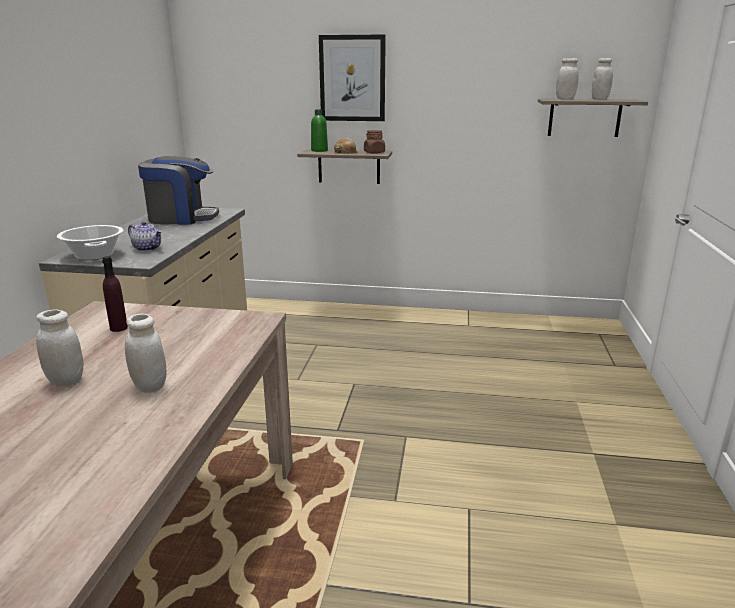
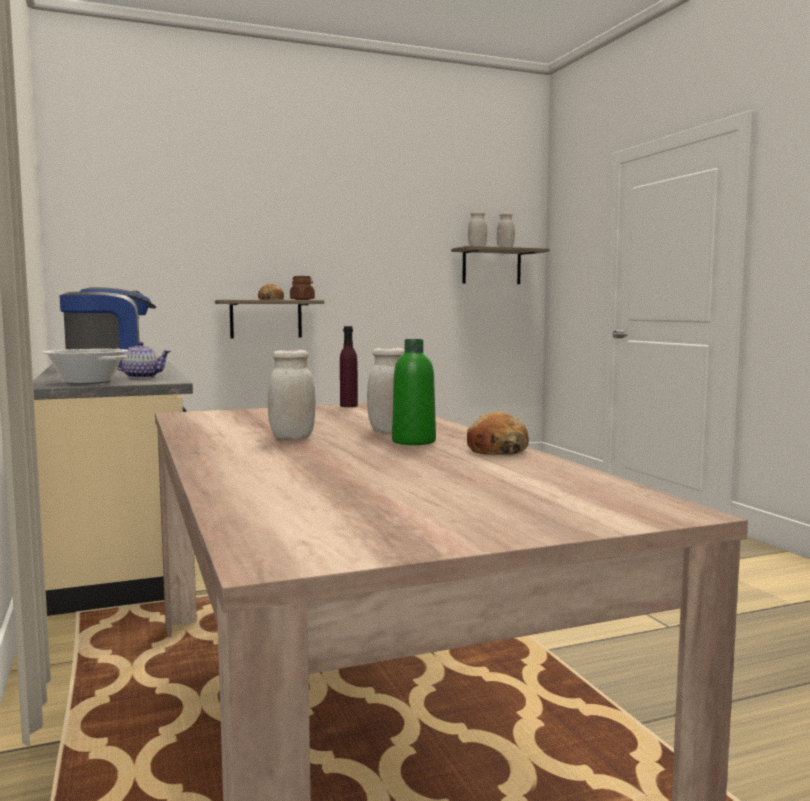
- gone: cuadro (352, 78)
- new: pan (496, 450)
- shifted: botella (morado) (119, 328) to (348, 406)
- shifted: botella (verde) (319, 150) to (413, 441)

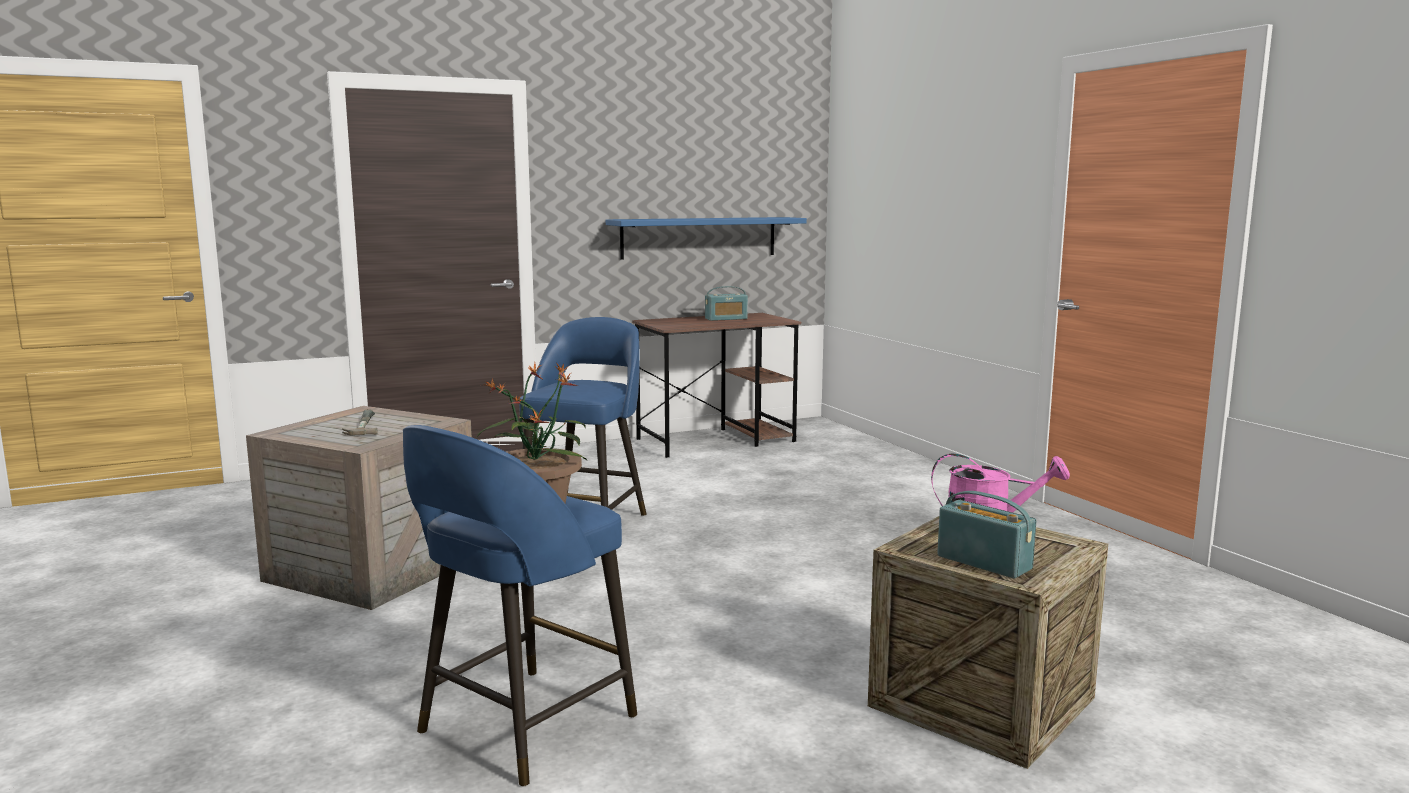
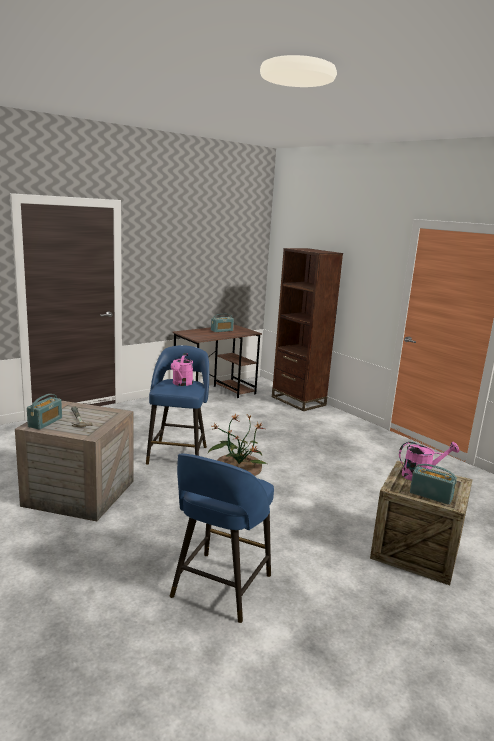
- gone: estante (azul) (699, 237)
- new: radio (45, 422)
- new: regadera (rosa) (181, 384)
- new: estantería (marrón) (298, 401)

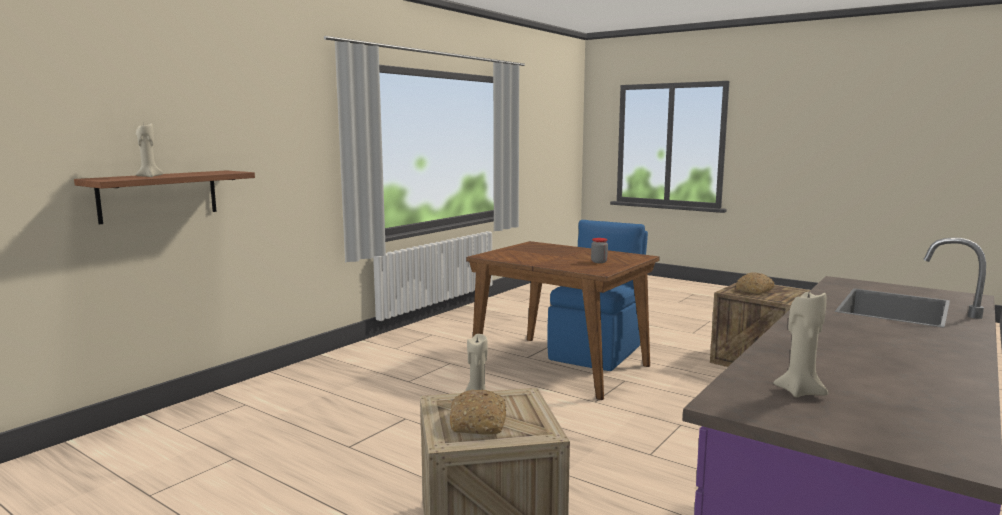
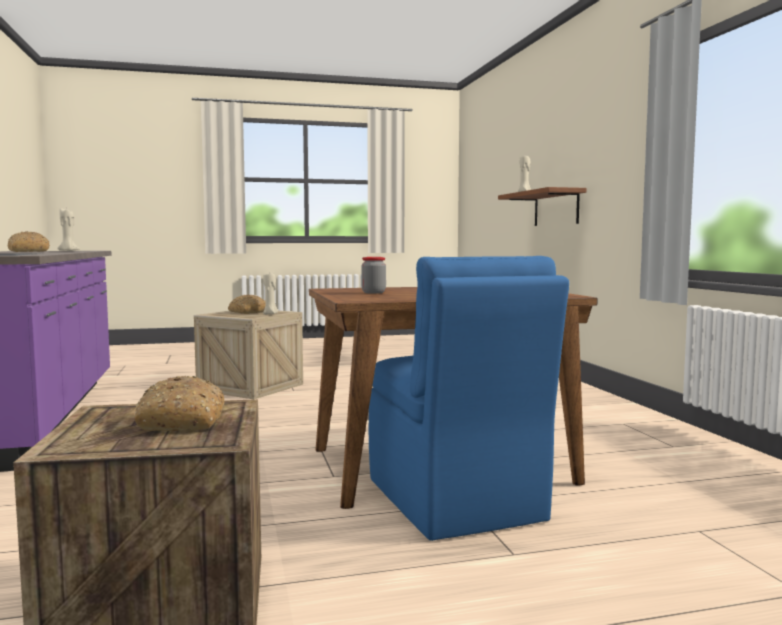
- new: pan (27, 251)

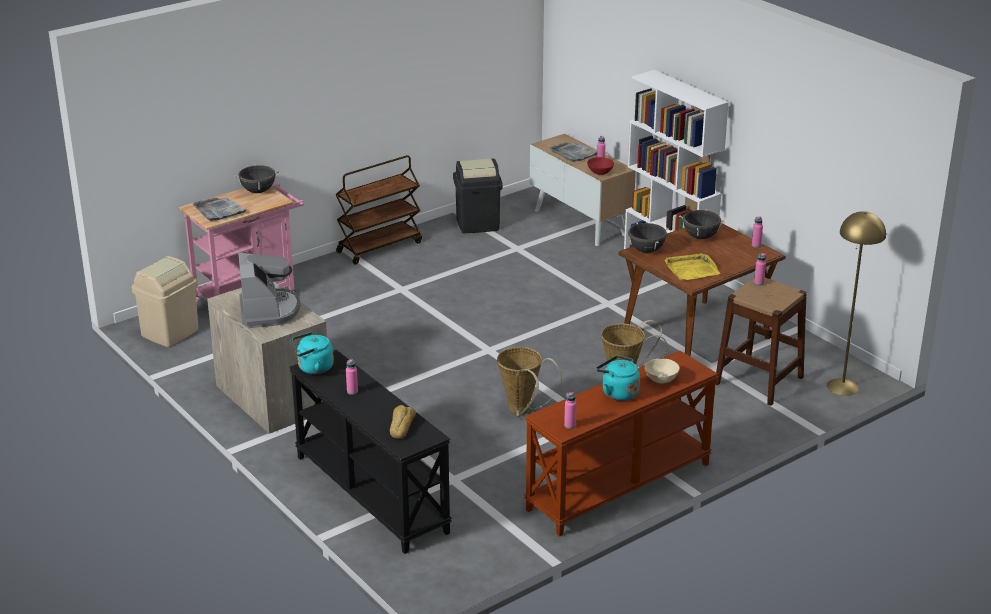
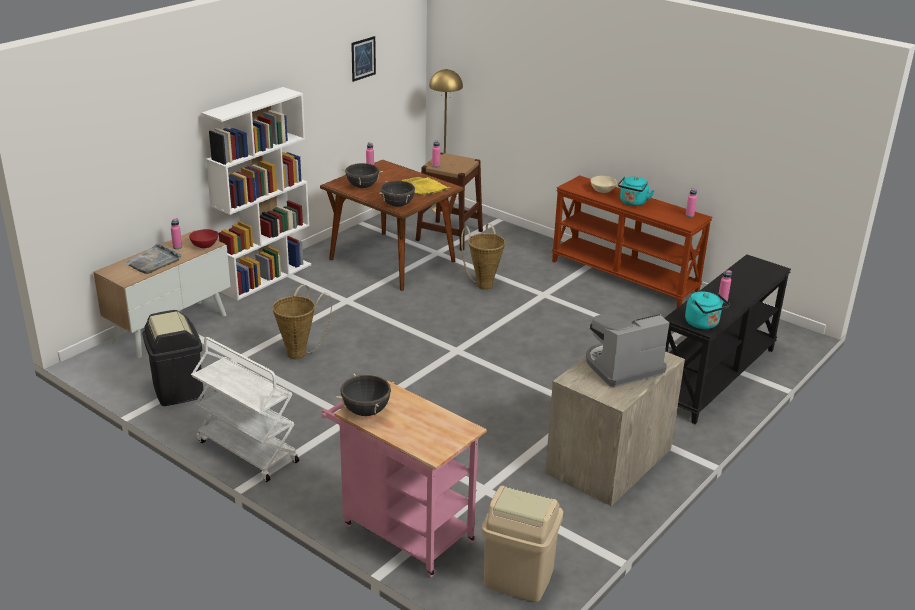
- gone: bandeja (gris) (219, 211)
- gone: pan (401, 426)
- new: cuadro (363, 58)
- shifted: cesta (522, 412) to (300, 352)
- repainted: carrito (marrón) (379, 247) to carrito (blanco) (246, 451)

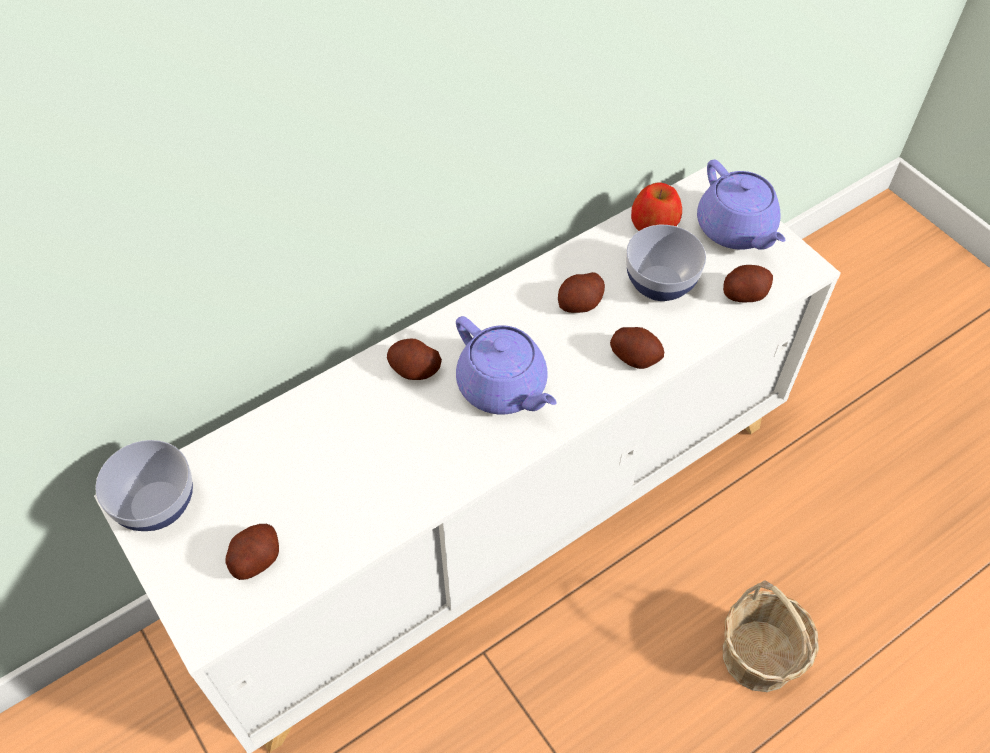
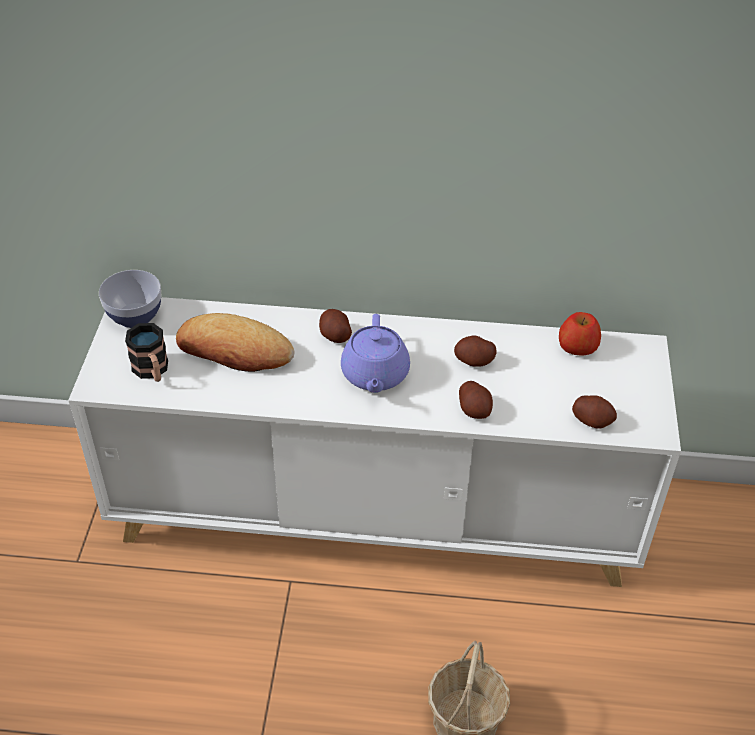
- gone: cuenco (659, 284)
- gone: tetera (morado) (736, 230)
- new: pan (234, 351)
- swapped: patata (255, 559) to taza grande (152, 371)

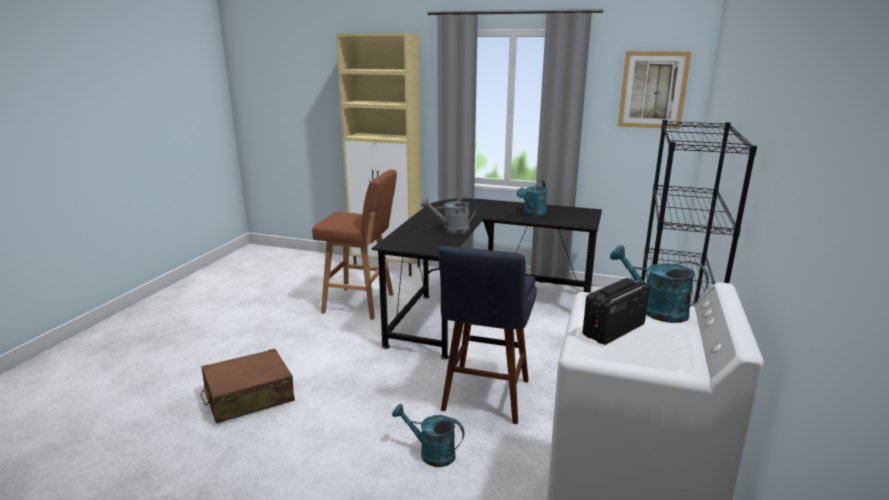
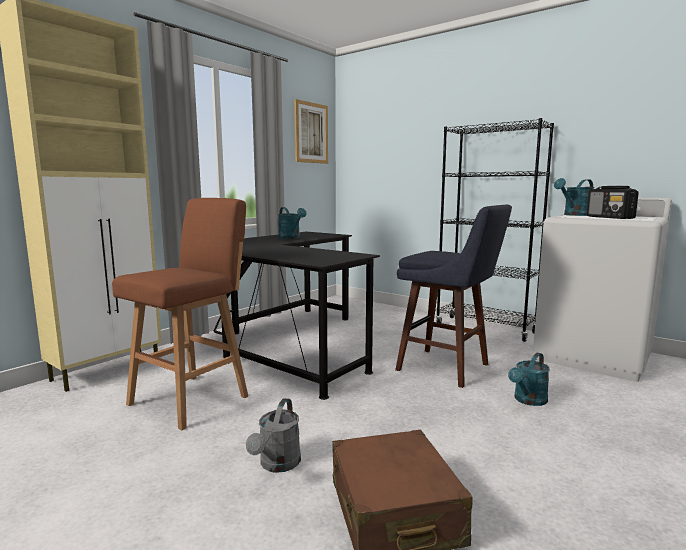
- shifted: regadera (gris) (451, 230) to (277, 465)

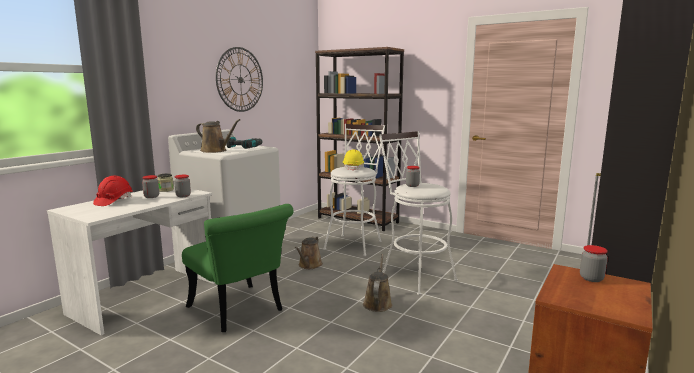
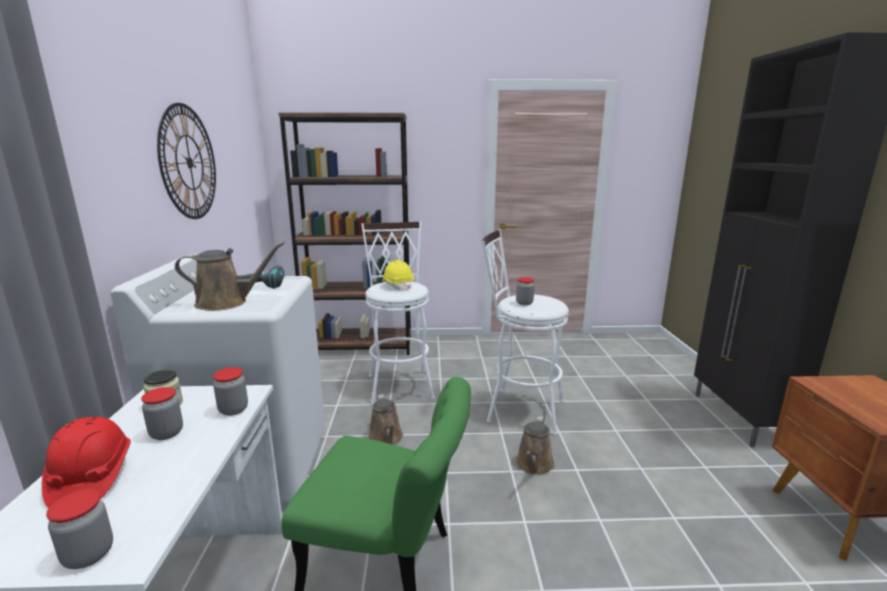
- shifted: tarro (591, 278) to (88, 555)
- rotated: regadera (marrón) (377, 303) = (534, 465) 135 degrees counterclockwise

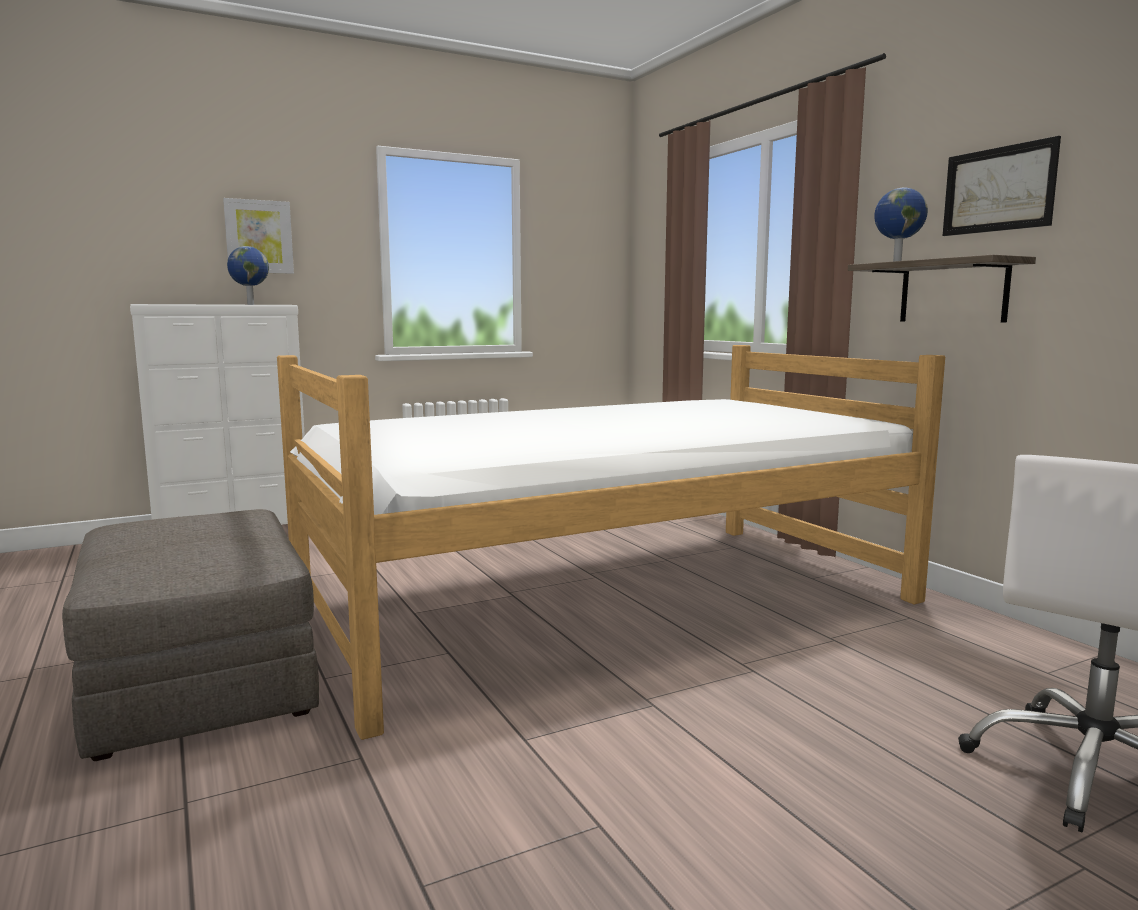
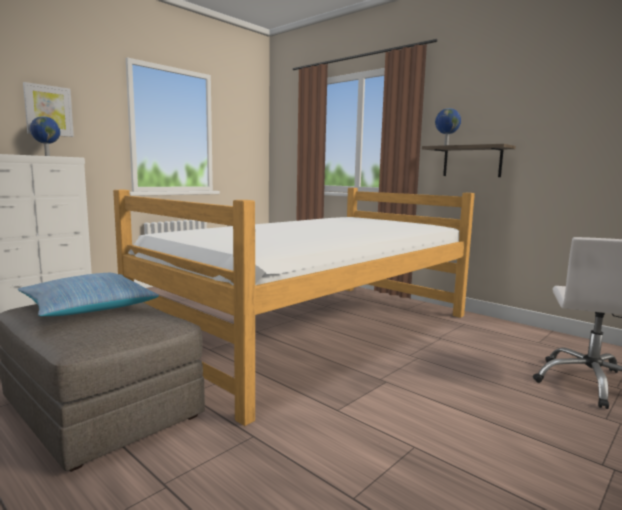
- gone: cuadro (998, 189)
- new: cojín (88, 307)

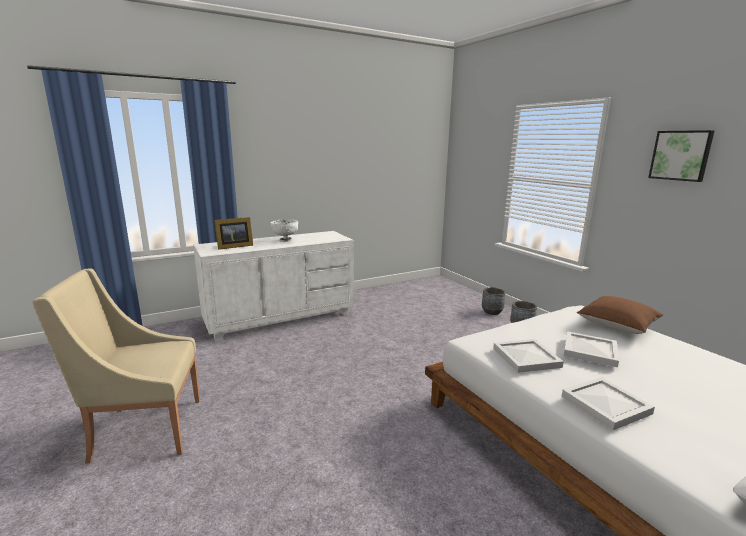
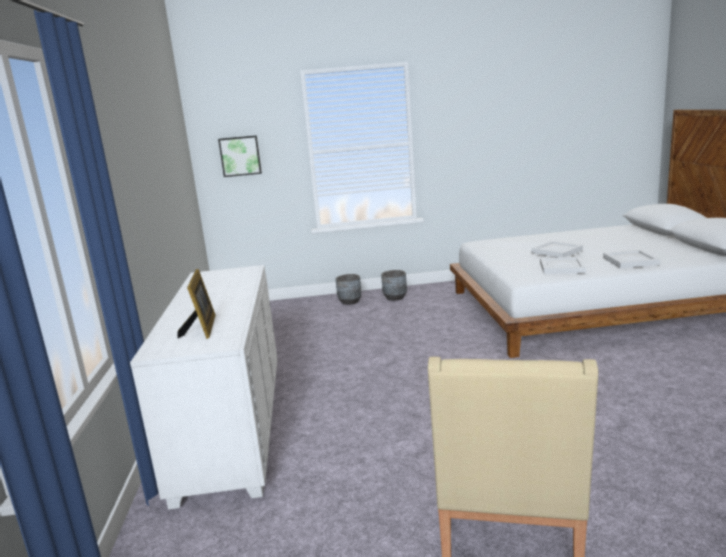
- gone: cuenco (blanco) (285, 240)
- gone: cojín (marrón) (617, 326)
- shifted: cuadro (681, 155) to (240, 156)

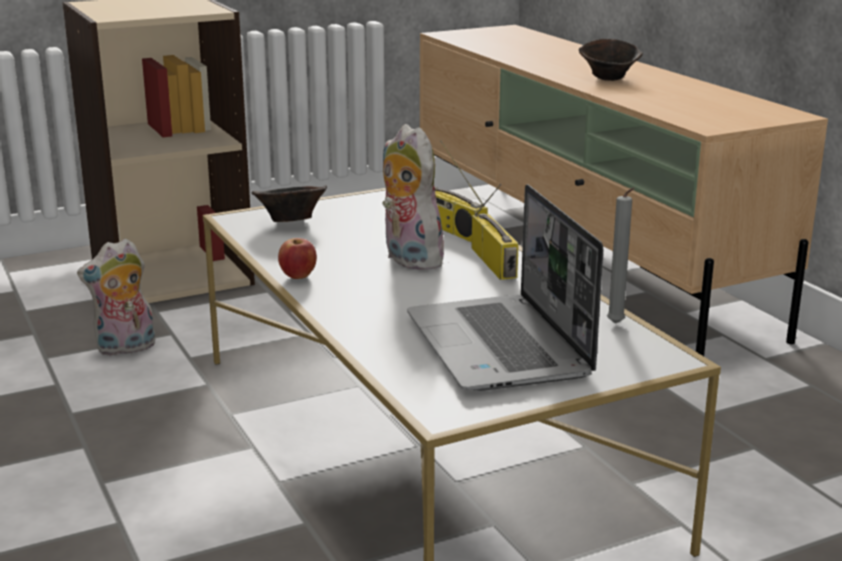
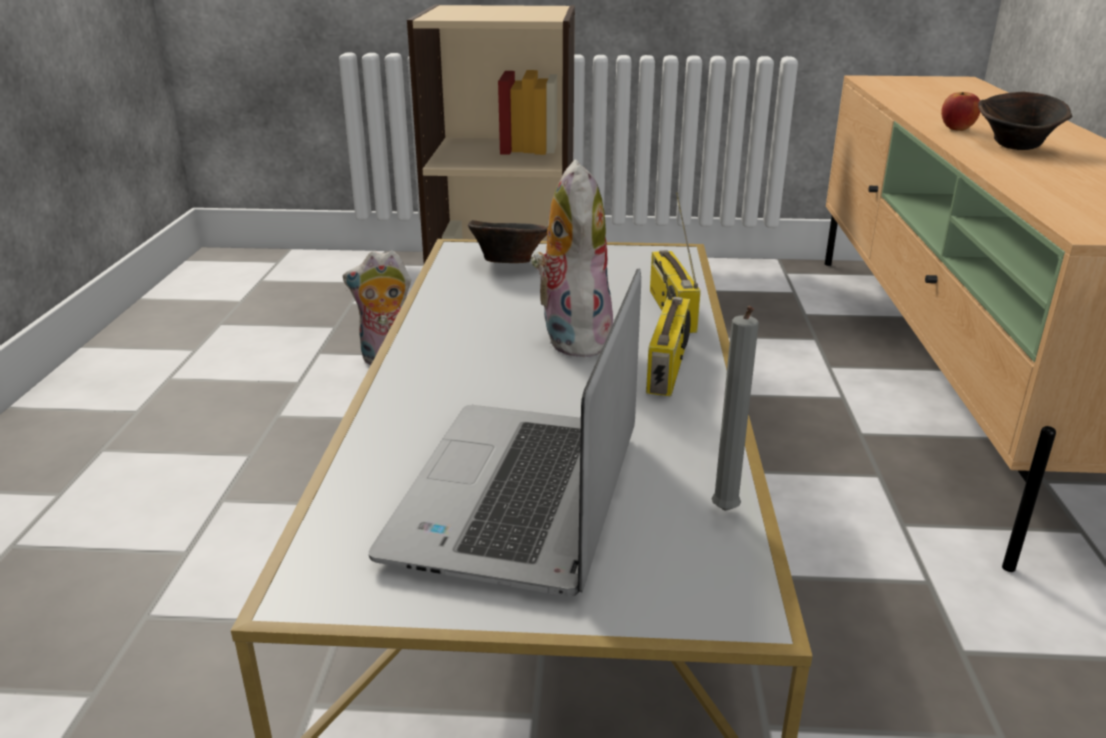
- shifted: manzana (298, 276) to (957, 129)

